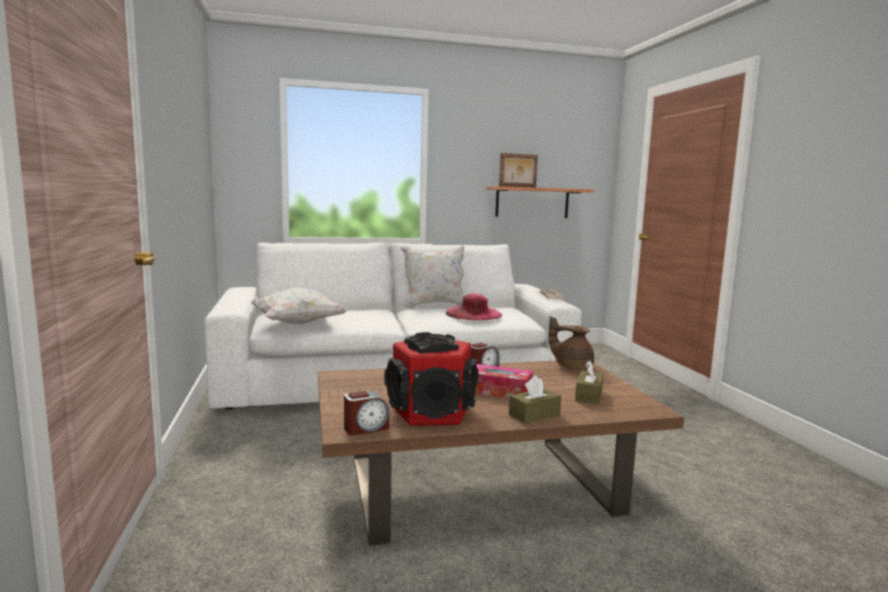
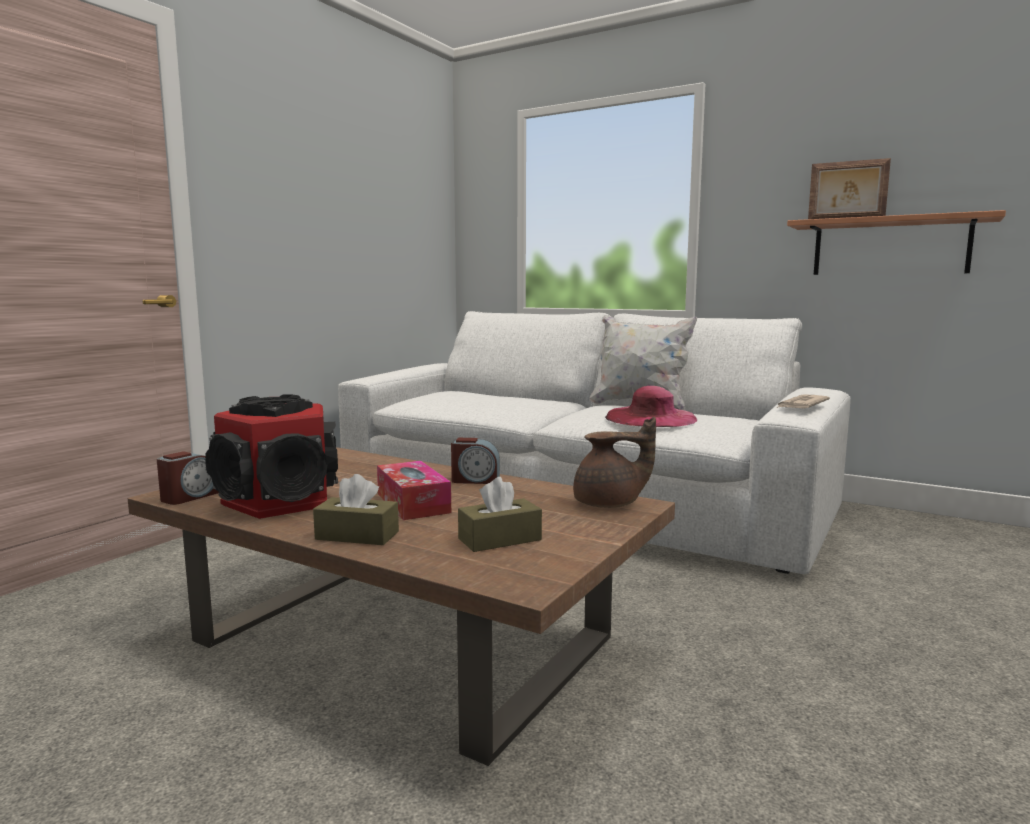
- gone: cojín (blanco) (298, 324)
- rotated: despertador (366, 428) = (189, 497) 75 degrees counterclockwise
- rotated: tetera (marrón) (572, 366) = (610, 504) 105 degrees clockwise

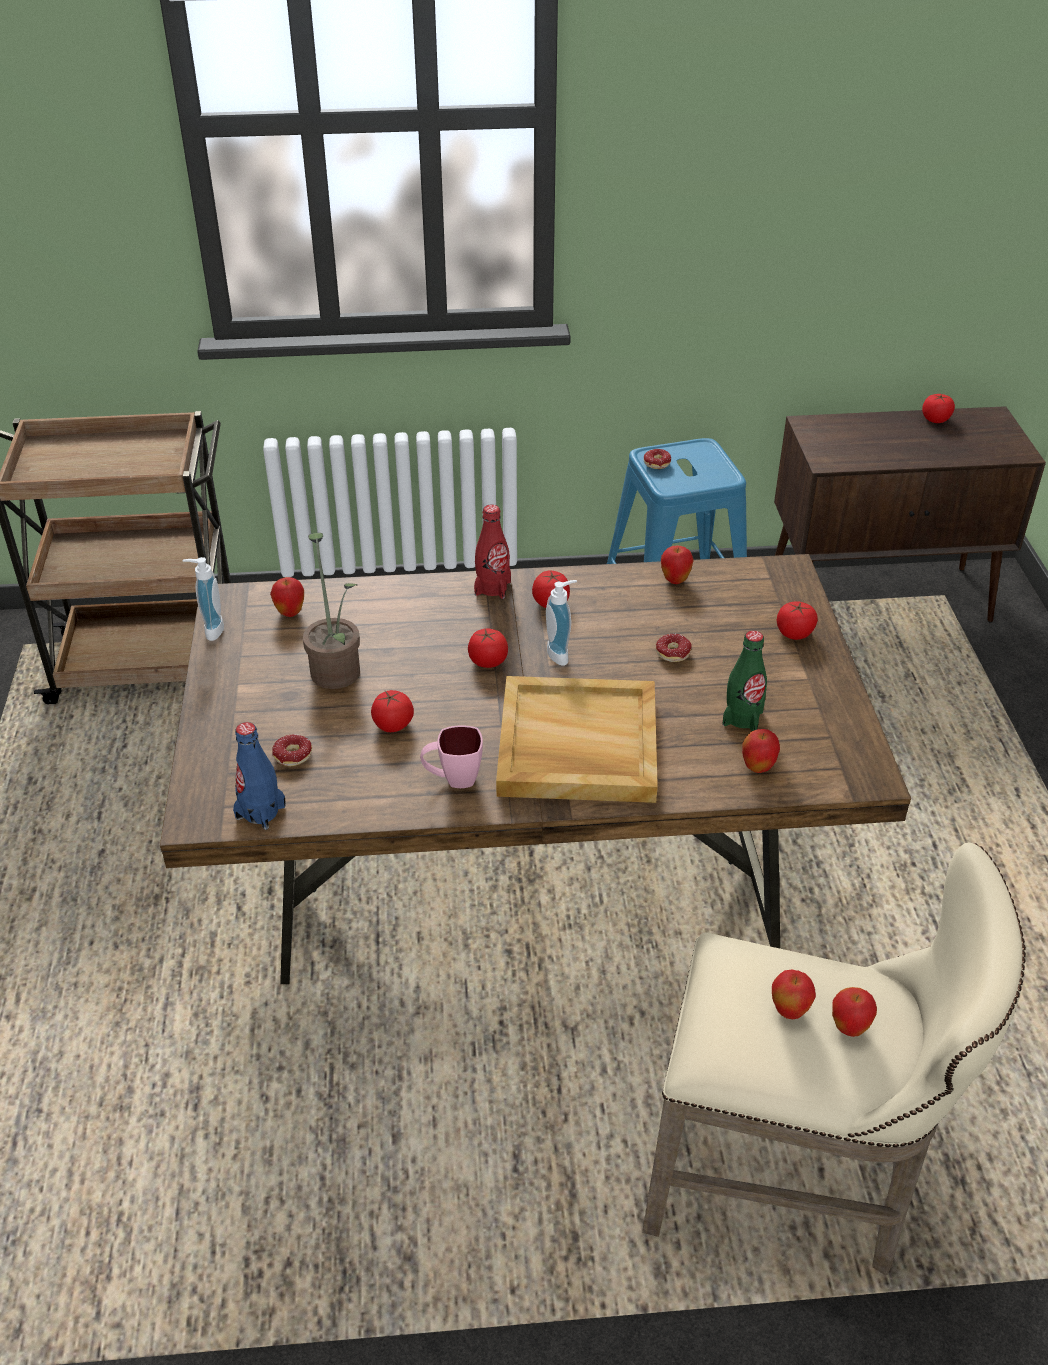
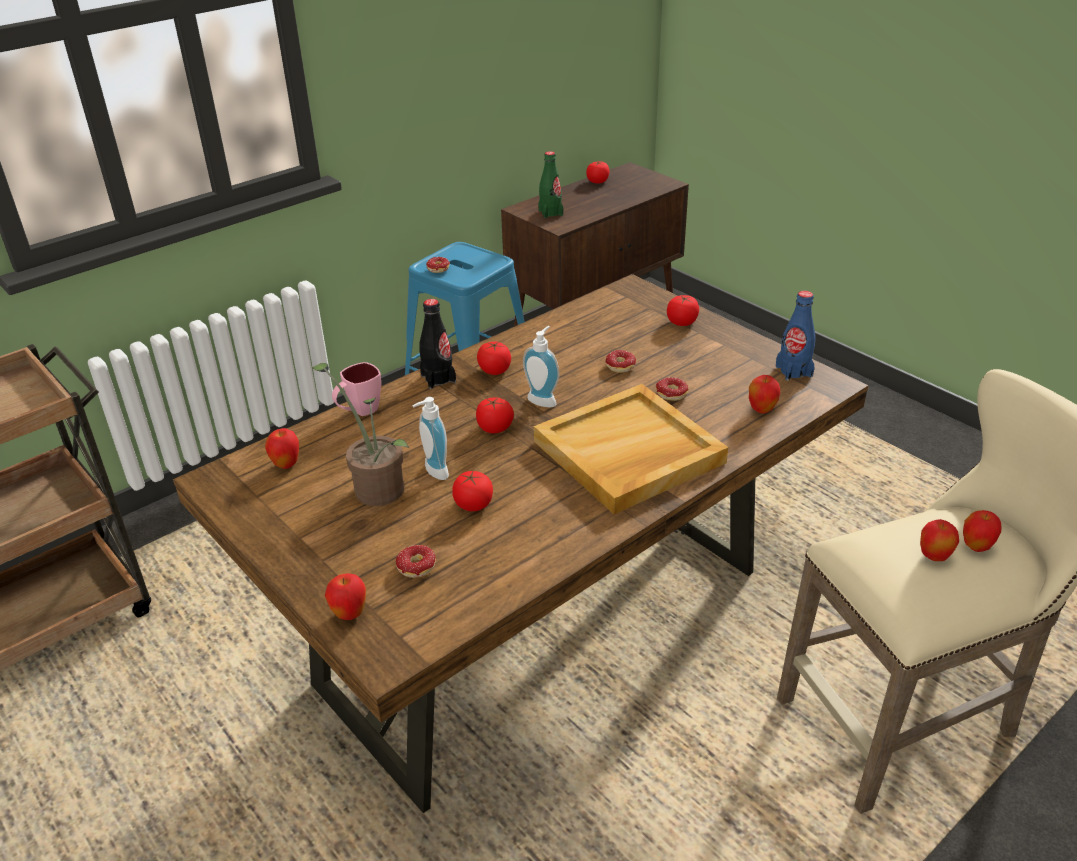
- new: rosquilla (669, 397)
- shifted: dispensador de jabón (210, 630) to (433, 472)
- shifted: botella (azul) (260, 812) to (794, 371)
- shifted: taza grande (rosa) (452, 779) to (359, 412)
- shifted: manzana (675, 580) to (349, 614)
- shifted: botella (verde) (742, 718) to (550, 213)
- repainted: botella (rojo) (492, 588) to botella (negro) (438, 378)

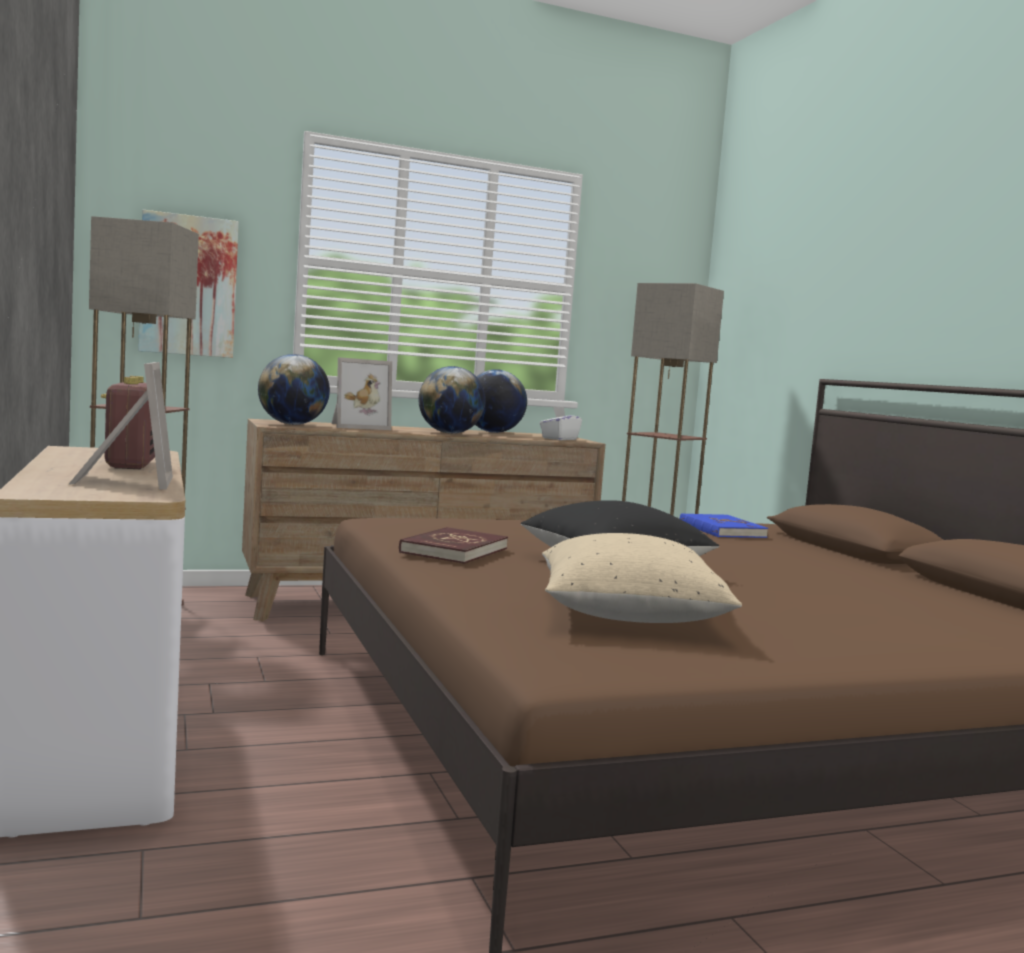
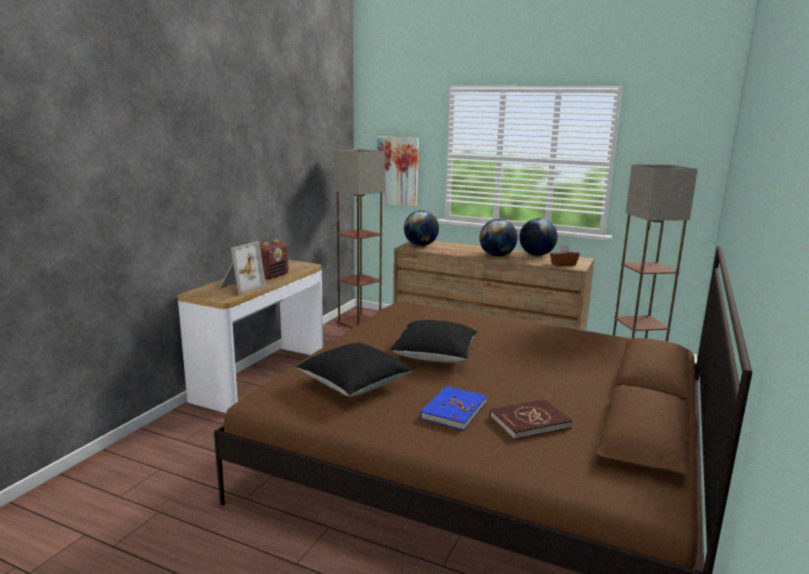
- gone: portarretratos (357, 426)
- shifted: libro (rojo) (454, 550) to (529, 422)
- shifted: libro (azul) (721, 530) to (453, 410)
- repainted: caja de pañuelos (blanco) (559, 439) to caja de pañuelos (marrón) (563, 264)
- repainted: cojín (beis) (629, 616) to cojín (negro) (355, 385)

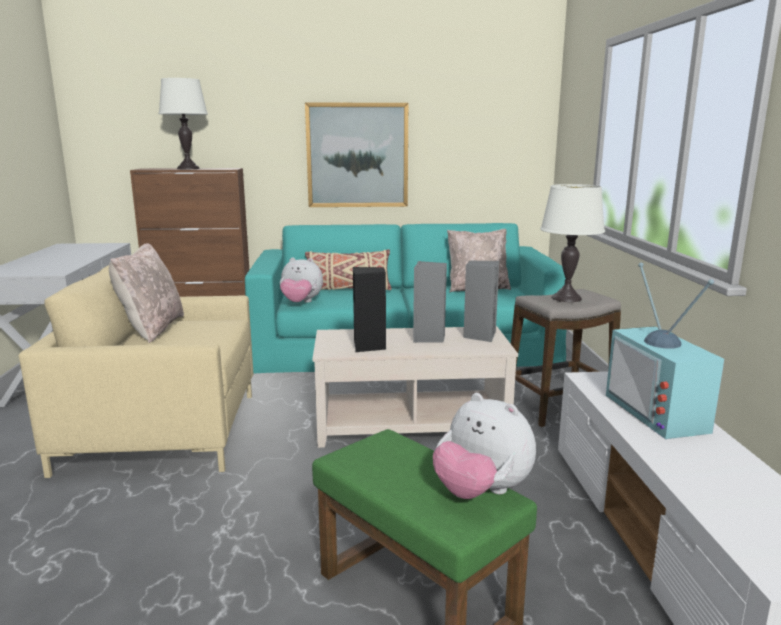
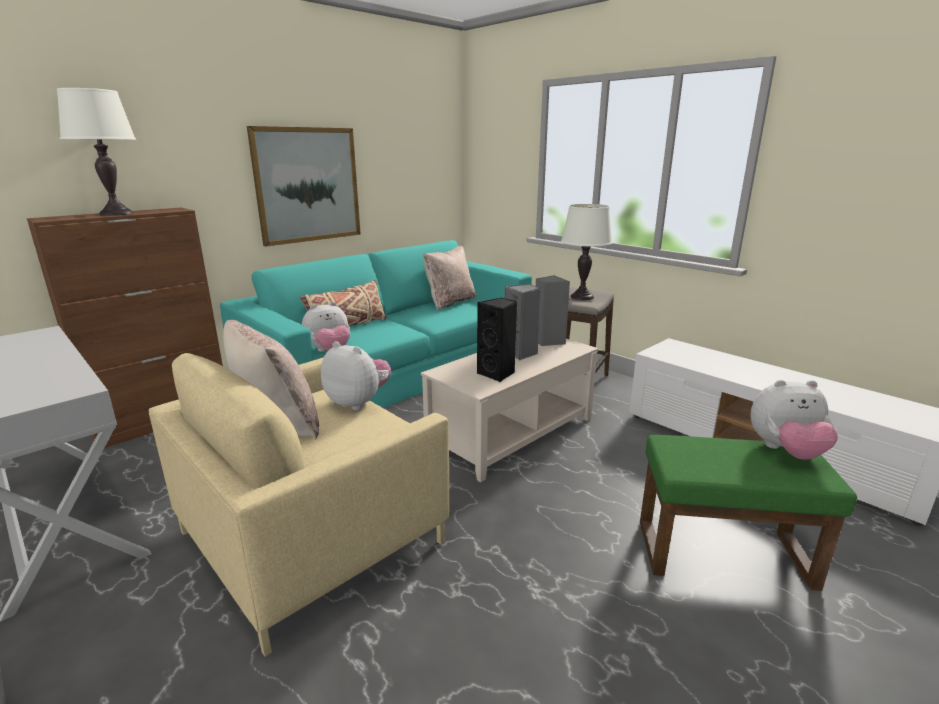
- gone: televisor (661, 413)
- new: peluche (358, 402)

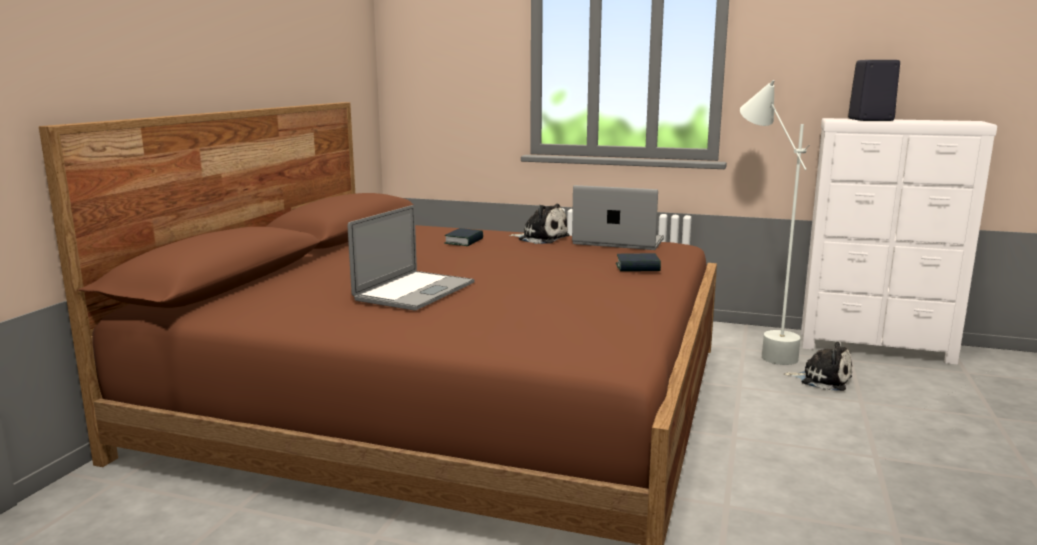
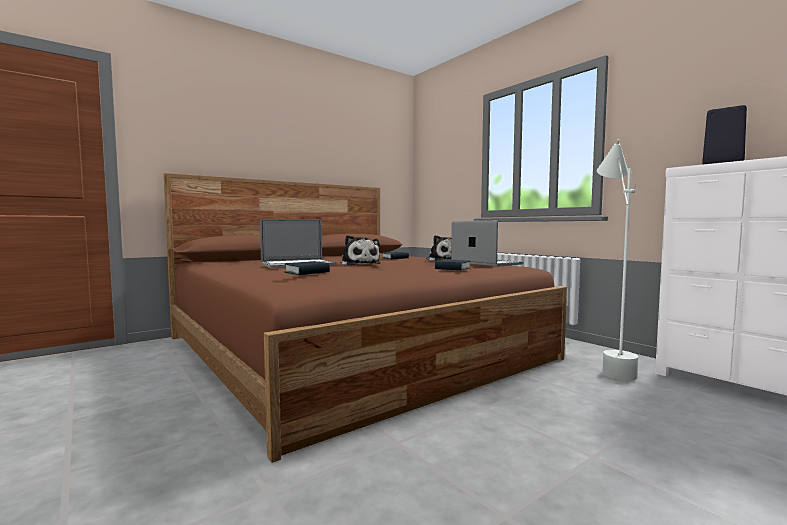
- new: libro (307, 272)
- shifted: peluche (822, 380) to (359, 264)

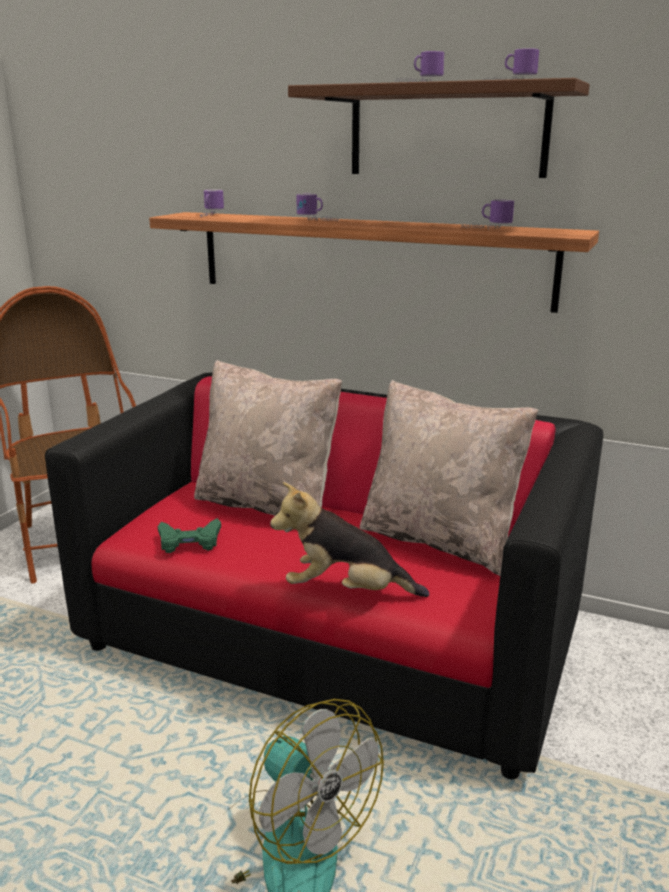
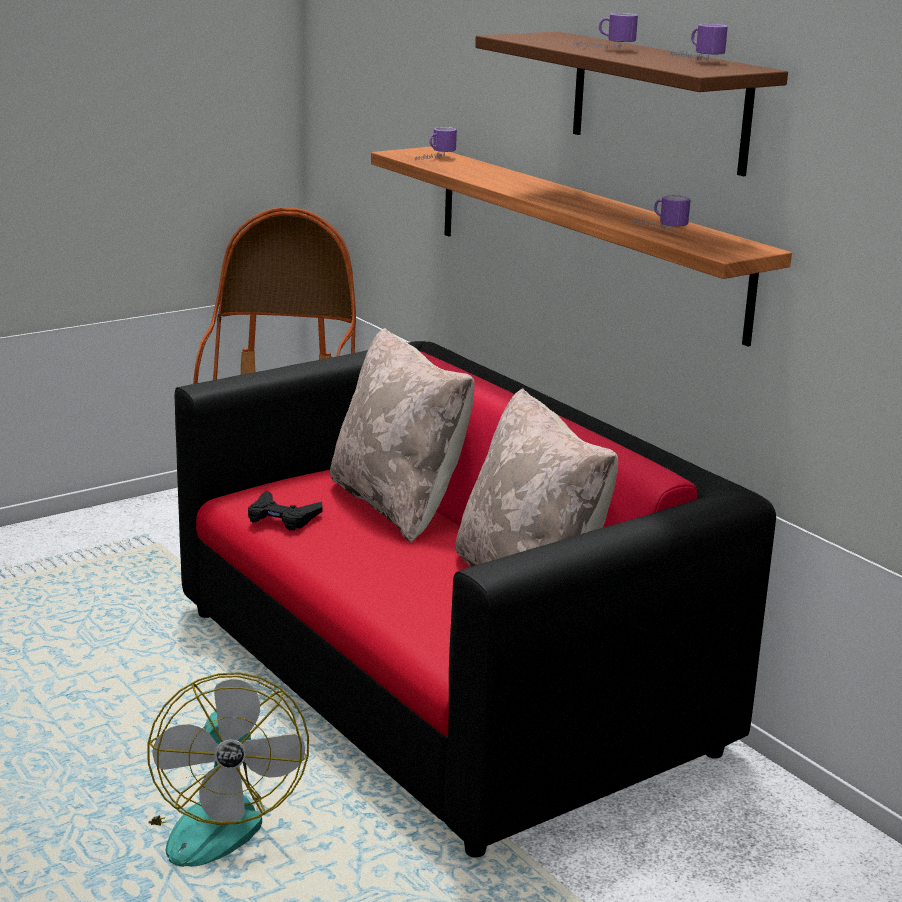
- gone: peluche (346, 592)
- gone: taza grande (318, 221)
- repainted: mando de consola (verde) (189, 541) to mando de consola (negro) (282, 517)

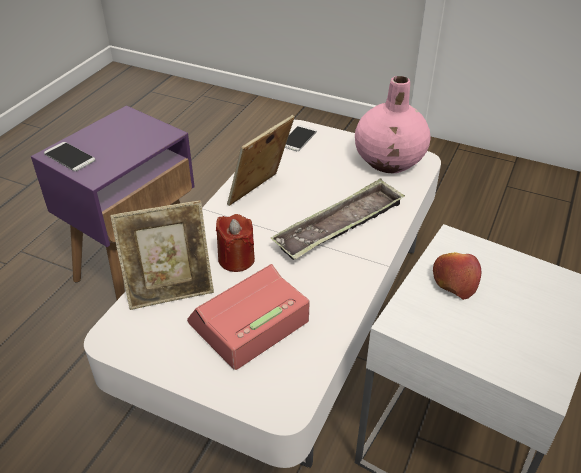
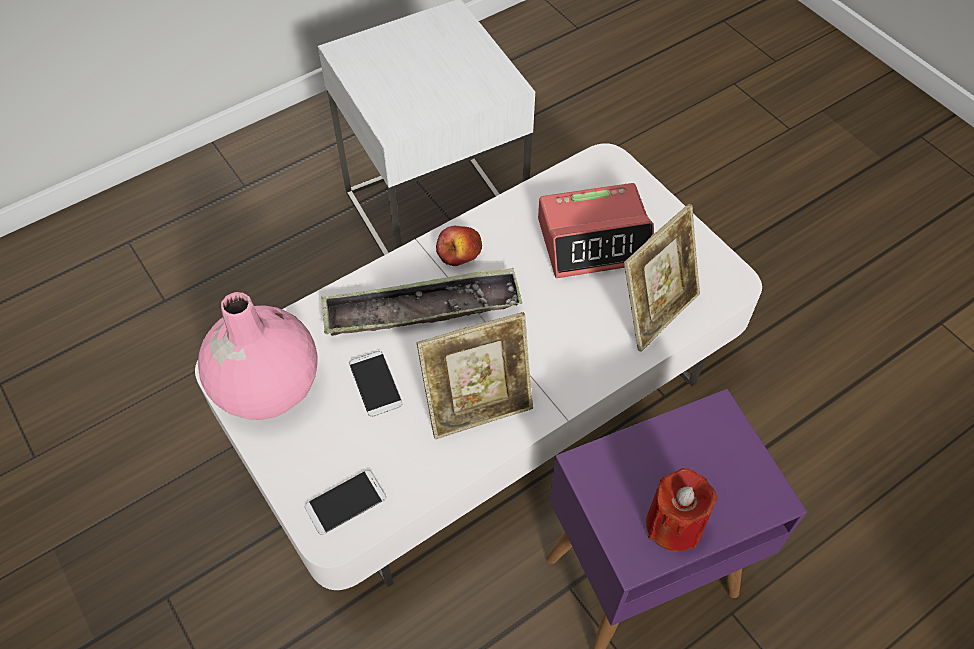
- shifted: móvil (69, 157) to (375, 384)
- shifted: vela (rojo) (236, 259) to (674, 524)
- shifted: manzana (454, 281) to (459, 253)
- rotated: portarretratos (170, 290) = (656, 311) 120 degrees clockwise

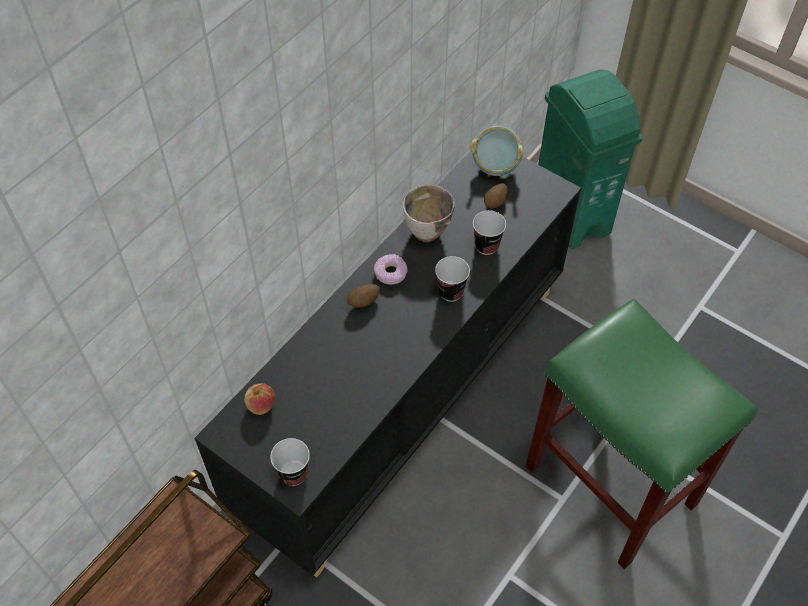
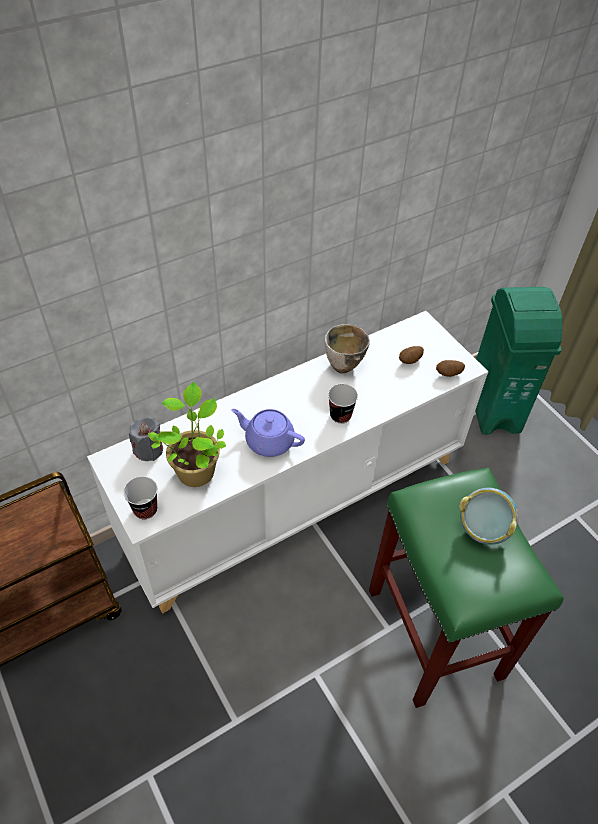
- gone: rosquilla (390, 273)
- gone: taza (486, 246)
- new: planta en maceta (196, 469)
- new: tetera (morado) (268, 441)
- shifted: patata (363, 302) to (448, 374)
- shifted: cuenco (495, 167) to (482, 529)
- swapped: manzana (261, 405) to vela (gris) (148, 450)
- repainted: armario (negro) (404, 396) to armario (blanco) (296, 500)

